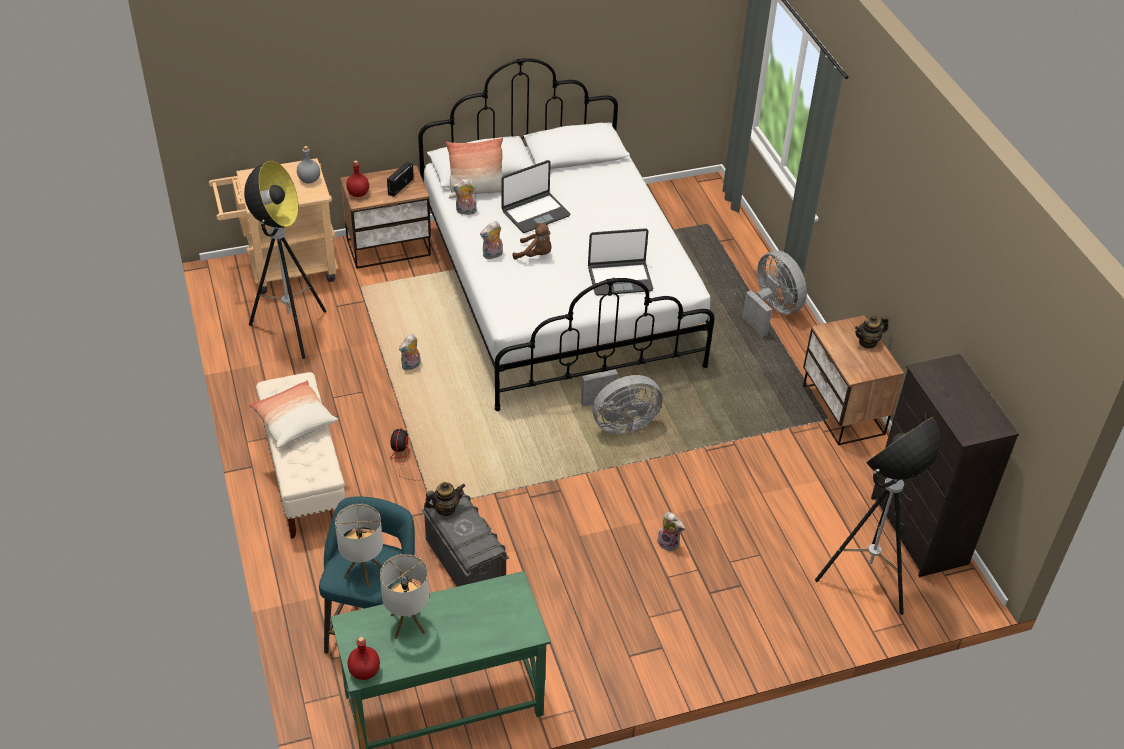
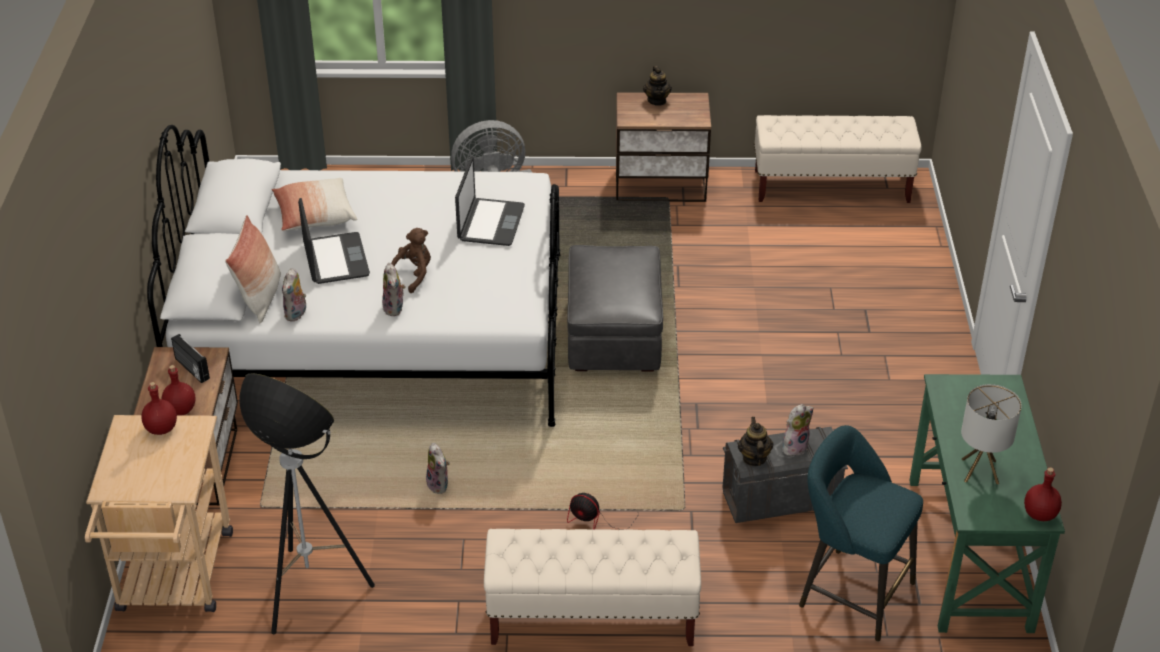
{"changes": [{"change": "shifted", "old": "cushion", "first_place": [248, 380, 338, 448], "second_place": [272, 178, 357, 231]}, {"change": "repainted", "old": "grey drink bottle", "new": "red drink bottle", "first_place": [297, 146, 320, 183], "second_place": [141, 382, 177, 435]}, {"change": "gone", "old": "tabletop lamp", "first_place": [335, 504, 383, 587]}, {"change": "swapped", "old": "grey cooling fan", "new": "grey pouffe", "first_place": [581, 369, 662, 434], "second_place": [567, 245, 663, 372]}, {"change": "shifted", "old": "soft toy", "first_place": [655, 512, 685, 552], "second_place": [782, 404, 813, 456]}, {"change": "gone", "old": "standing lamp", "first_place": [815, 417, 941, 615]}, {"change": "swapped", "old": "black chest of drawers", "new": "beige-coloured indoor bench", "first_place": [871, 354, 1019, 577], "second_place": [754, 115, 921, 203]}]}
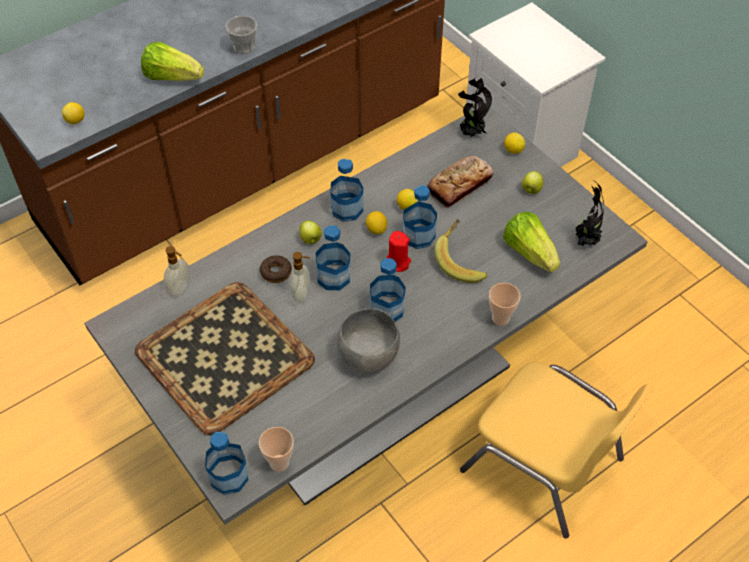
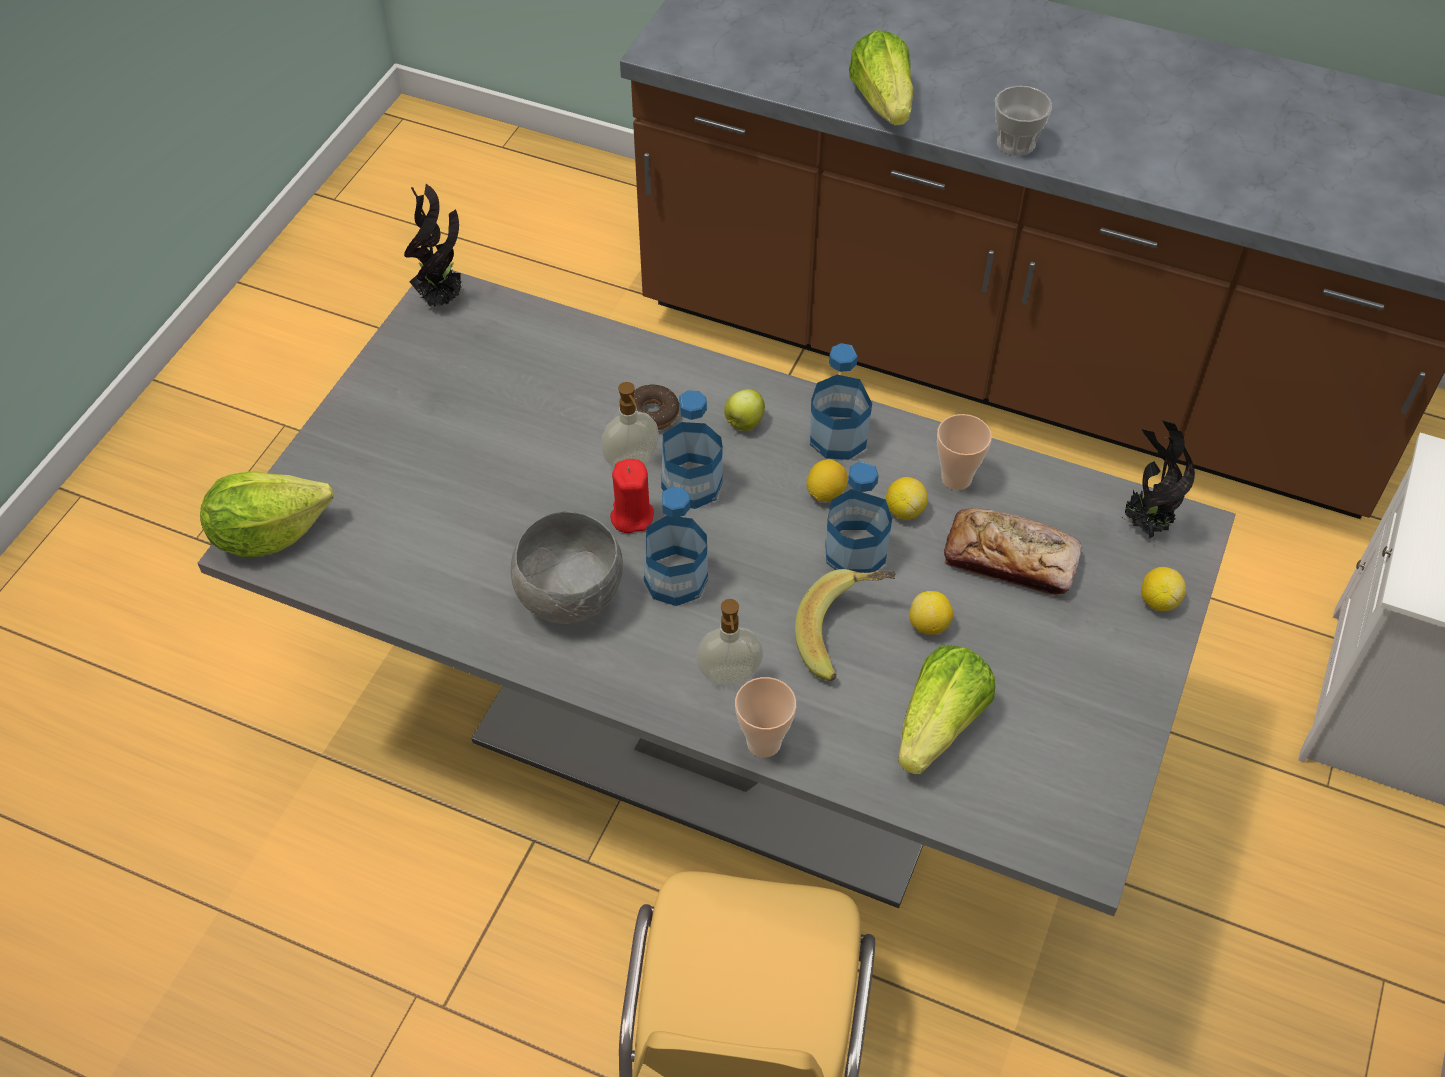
{"changes": [{"change": "shifted", "old": "whole lemon", "first_place": [62, 102, 85, 124], "second_place": [909, 591, 953, 635]}, {"change": "gone", "old": "carrying tray", "first_place": [135, 282, 315, 436]}, {"change": "shifted", "old": "soap dispenser", "first_place": [164, 246, 190, 297], "second_place": [696, 599, 763, 685]}, {"change": "swapped", "old": "drink bottle", "new": "lettuce head", "first_place": [205, 431, 248, 495], "second_place": [200, 471, 333, 557]}, {"change": "shifted", "old": "small cup", "first_place": [259, 427, 294, 472], "second_place": [937, 414, 992, 490]}, {"change": "shifted", "old": "red wax candle", "first_place": [387, 231, 411, 272], "second_place": [610, 459, 654, 533]}, {"change": "gone", "old": "apple fruit", "first_place": [522, 171, 543, 194]}, {"change": "shifted", "old": "plant in a pot", "first_place": [574, 180, 604, 246], "second_place": [404, 184, 464, 307]}]}
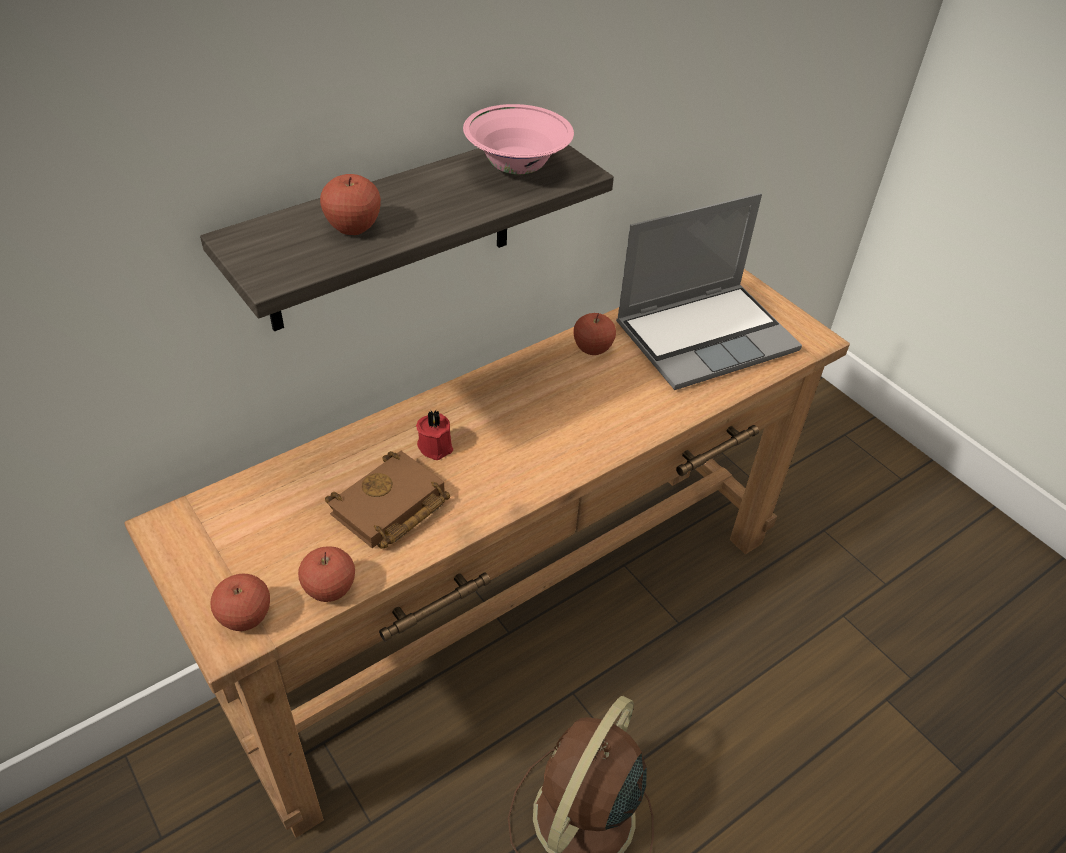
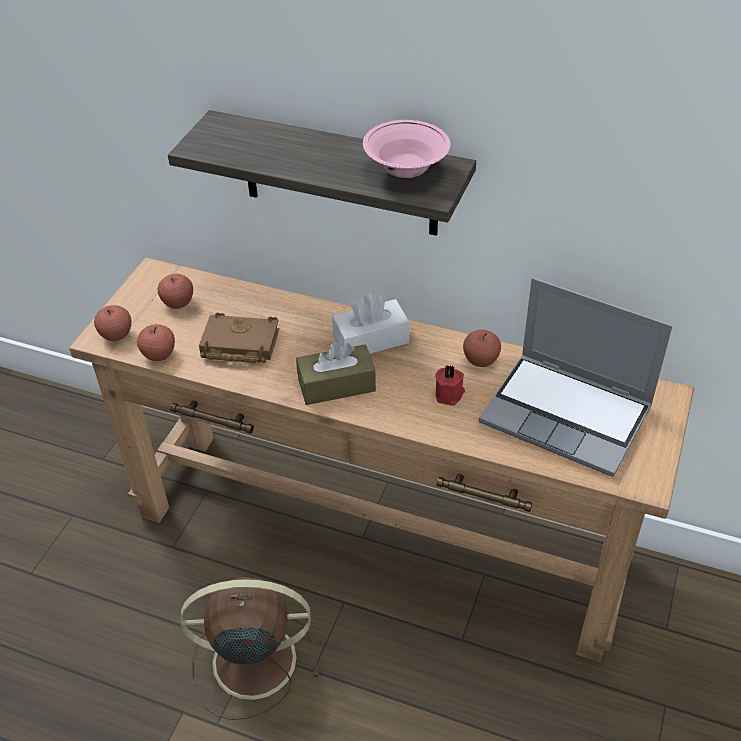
{"changes": [{"change": "shifted", "old": "apple fruit", "first_place": [320, 174, 381, 235], "second_place": [158, 274, 193, 309]}, {"change": "shifted", "old": "red wax candle", "first_place": [416, 410, 453, 460], "second_place": [435, 365, 465, 406]}, {"change": "new", "new": "brown-coloured box of tissues", "second_place": [296, 343, 376, 405]}, {"change": "new", "new": "white box of tissues", "second_place": [332, 293, 409, 354]}]}
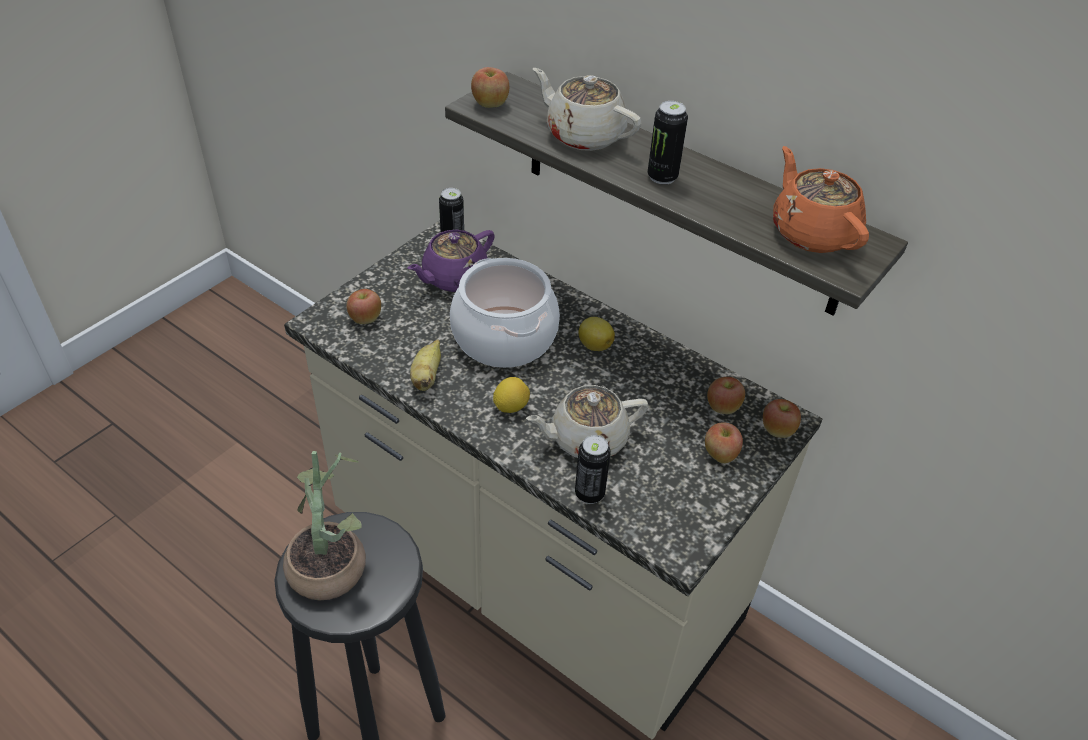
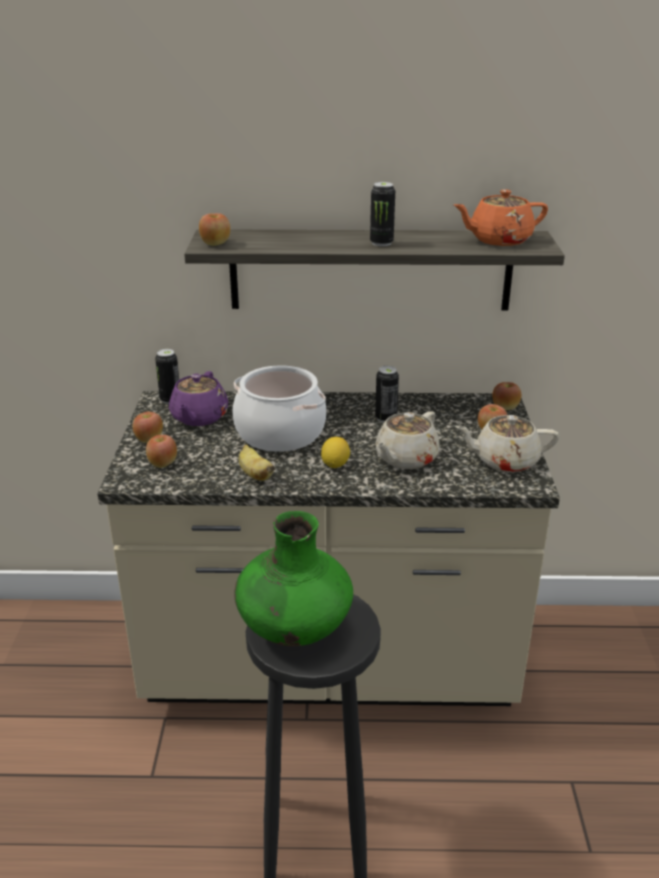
{"changes": [{"change": "swapped", "old": "plant in a pot", "new": "green decorative vase", "first_place": [283, 451, 366, 601], "second_place": [234, 511, 353, 646]}, {"change": "shifted", "old": "beige-coloured pot for tea", "first_place": [533, 68, 641, 151], "second_place": [455, 415, 559, 473]}, {"change": "shifted", "old": "can", "first_place": [575, 435, 611, 504], "second_place": [375, 366, 399, 423]}, {"change": "gone", "old": "whole lemon", "first_place": [579, 317, 615, 351]}, {"change": "shifted", "old": "apple fruit", "first_place": [707, 377, 745, 414], "second_place": [133, 412, 163, 443]}, {"change": "rotated", "old": "orange pot for tea", "first_place": [773, 146, 869, 253], "second_place": [454, 190, 548, 246], "degrees": -45}]}
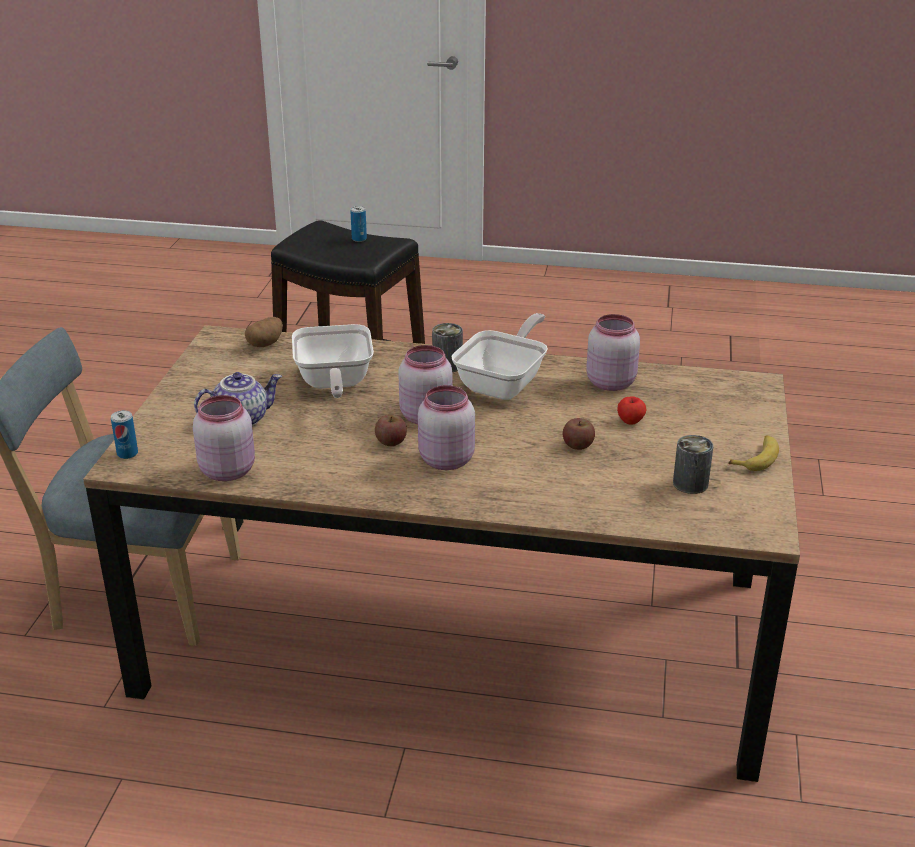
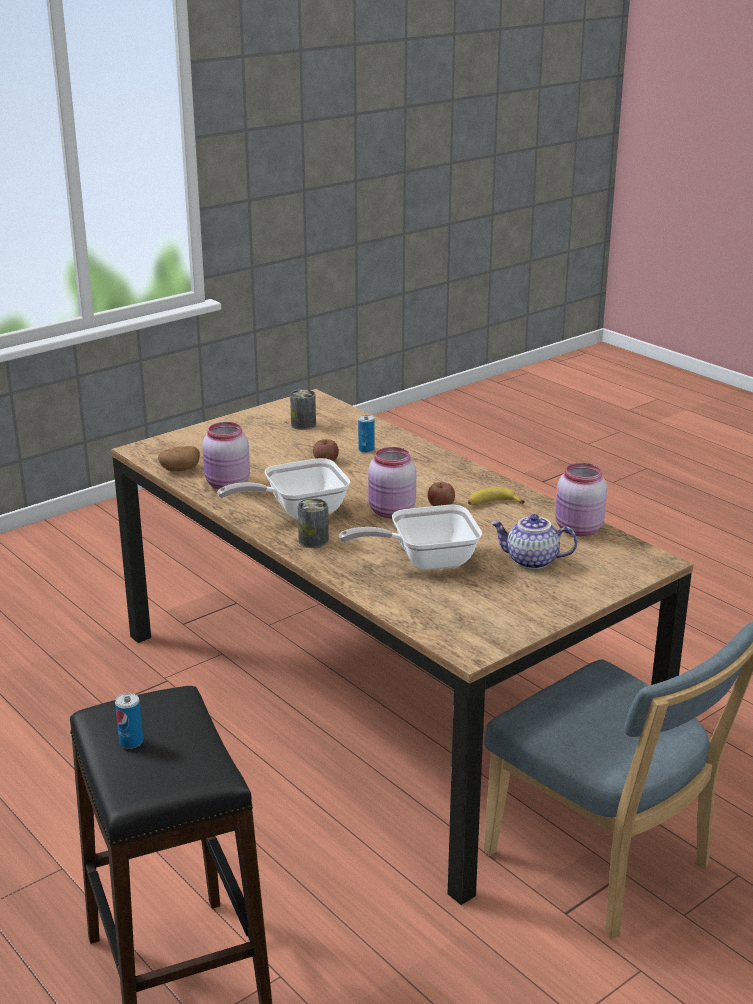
{"changes": [{"change": "shifted", "old": "can", "first_place": [111, 410, 138, 459], "second_place": [358, 415, 375, 453]}, {"change": "shifted", "old": "potato", "first_place": [245, 317, 283, 347], "second_place": [158, 446, 200, 471]}, {"change": "rotated", "old": "skillet", "first_place": [292, 324, 374, 398], "second_place": [339, 505, 482, 570], "degrees": -135}, {"change": "gone", "old": "pink-coloured storage jar", "first_place": [418, 385, 475, 470]}, {"change": "gone", "old": "apple fruit", "first_place": [617, 396, 646, 424]}, {"change": "shifted", "old": "banana fruit", "first_place": [728, 435, 779, 471], "second_place": [468, 487, 525, 505]}]}
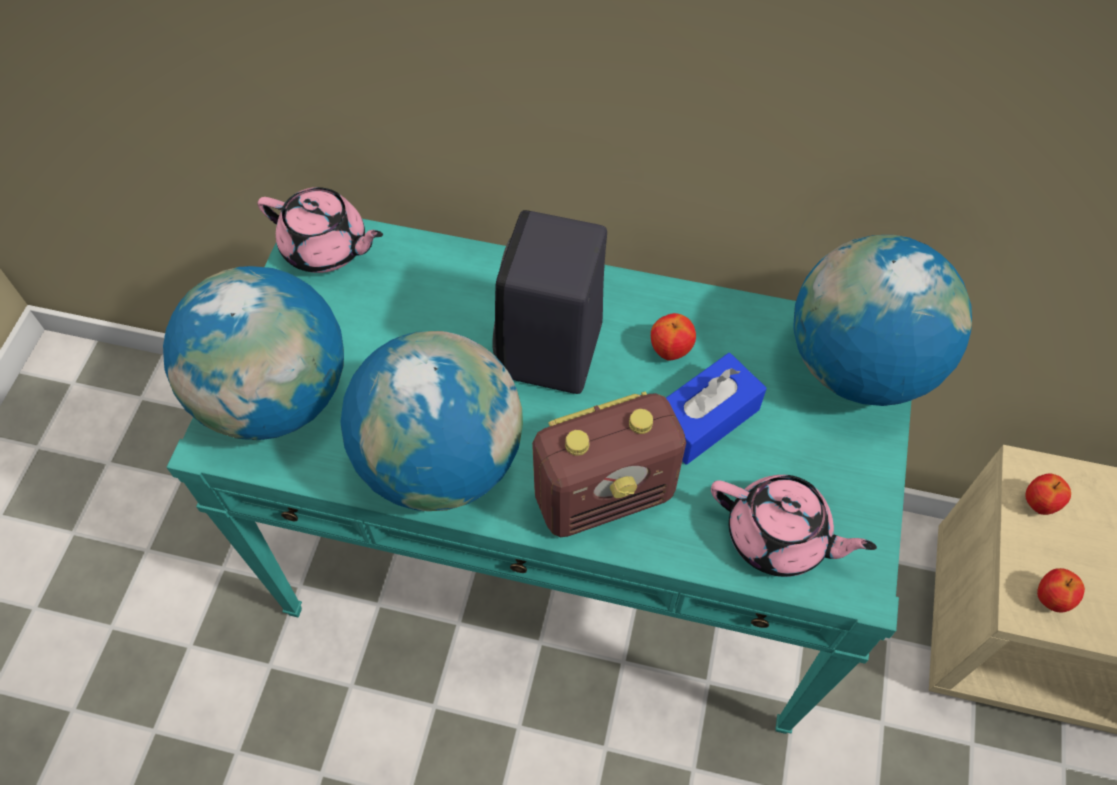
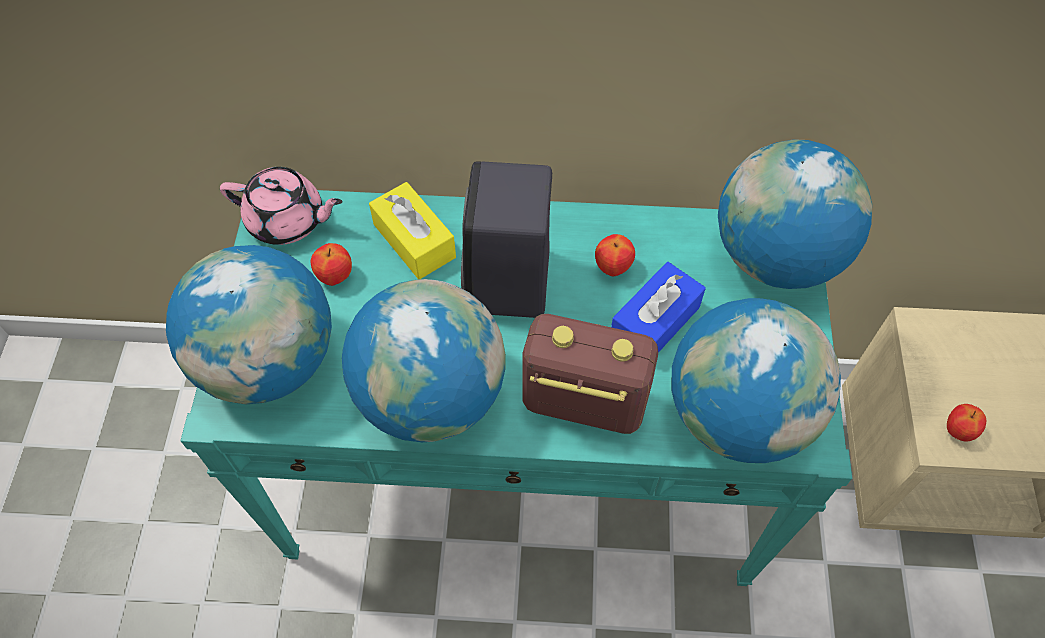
{"changes": [{"change": "rotated", "old": "radio receiver", "first_place": [532, 391, 686, 537], "second_place": [523, 314, 658, 434], "degrees": -135}, {"change": "swapped", "old": "pink-coloured pot for tea", "new": "desk globe", "first_place": [711, 475, 877, 577], "second_place": [671, 298, 841, 463]}, {"change": "shifted", "old": "apple fruit", "first_place": [1026, 473, 1071, 515], "second_place": [311, 243, 352, 286]}, {"change": "new", "new": "yellow box of tissues", "second_place": [369, 182, 456, 279]}]}
